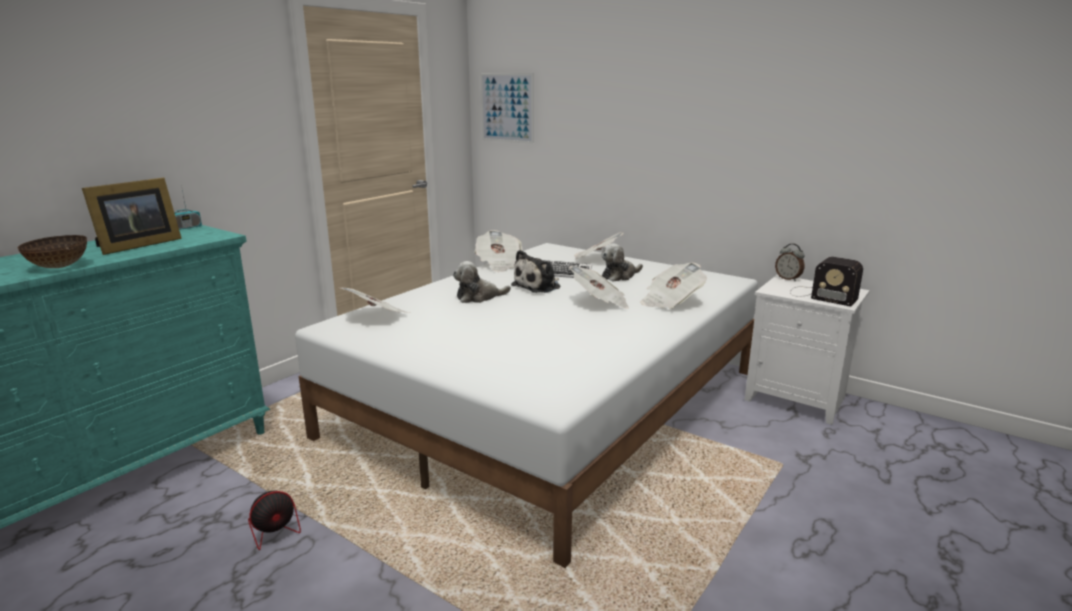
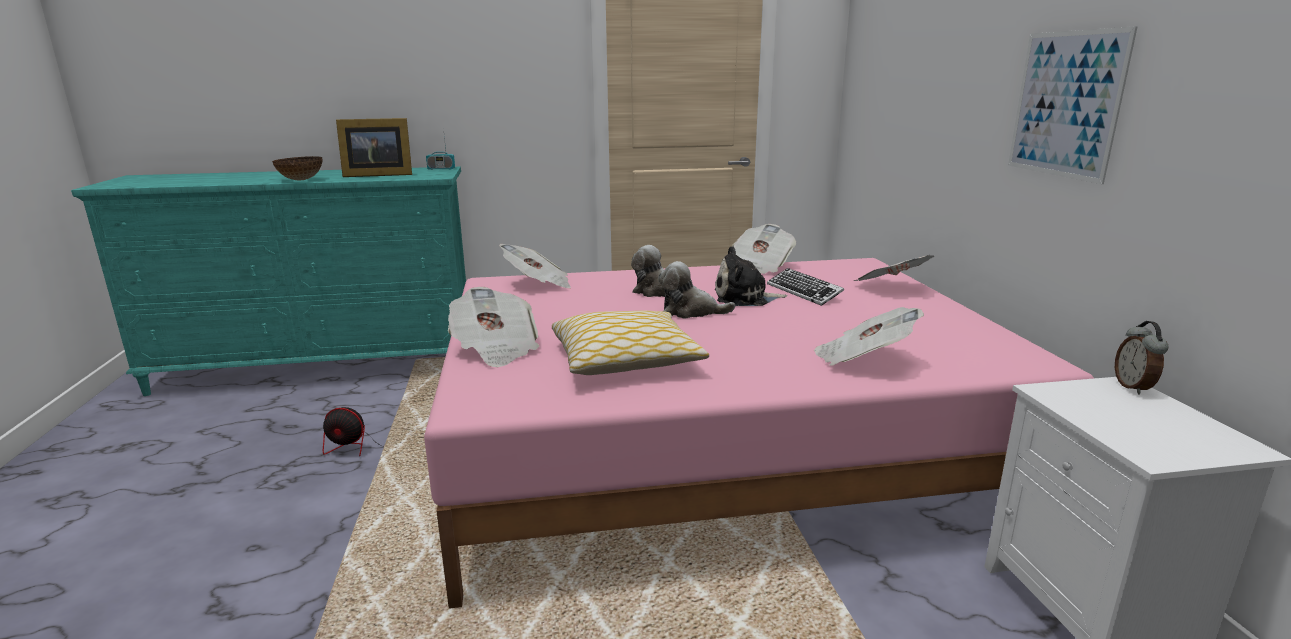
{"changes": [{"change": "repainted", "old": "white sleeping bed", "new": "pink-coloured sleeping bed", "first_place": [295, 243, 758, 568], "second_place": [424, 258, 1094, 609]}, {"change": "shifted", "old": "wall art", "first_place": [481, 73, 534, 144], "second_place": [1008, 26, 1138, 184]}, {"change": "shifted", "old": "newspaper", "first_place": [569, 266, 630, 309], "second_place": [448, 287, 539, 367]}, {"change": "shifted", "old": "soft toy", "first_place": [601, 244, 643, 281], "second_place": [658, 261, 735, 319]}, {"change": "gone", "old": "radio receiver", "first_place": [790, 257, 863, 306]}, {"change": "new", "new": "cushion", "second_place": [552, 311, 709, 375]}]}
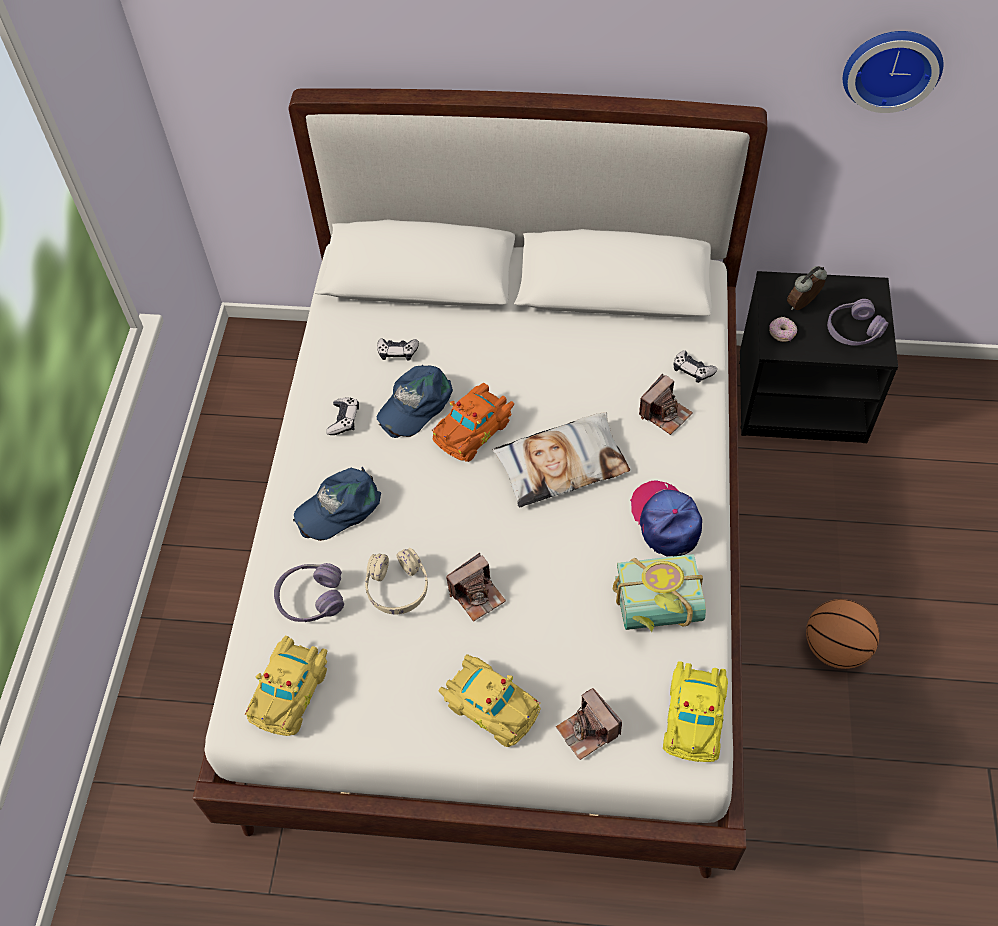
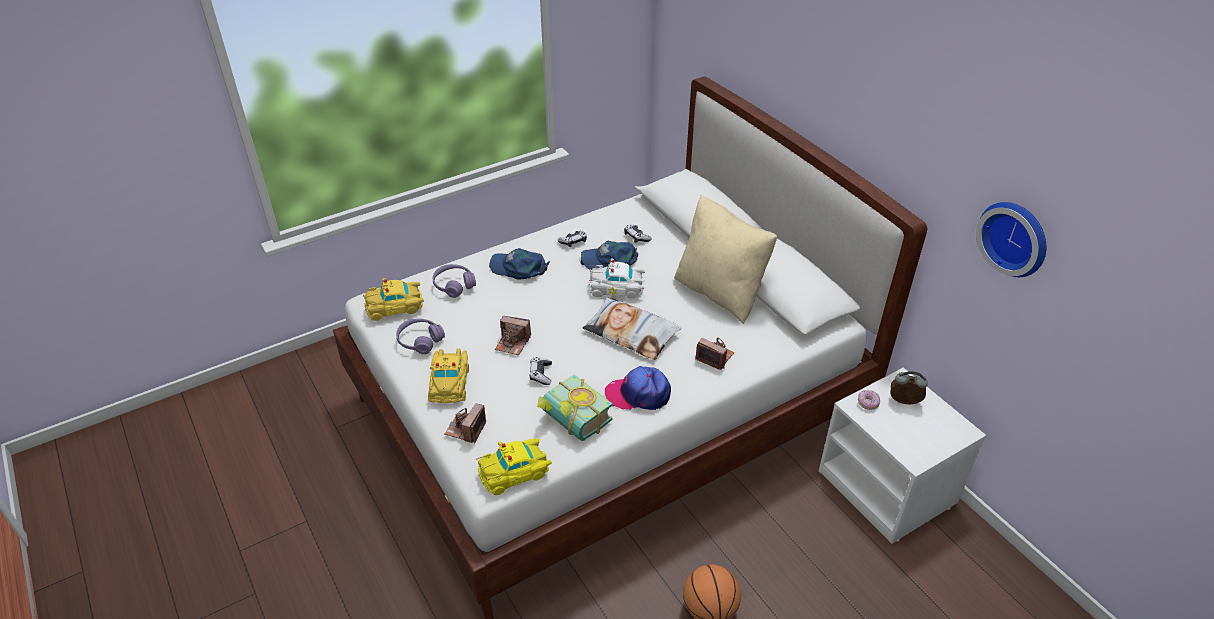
{"changes": [{"change": "gone", "old": "beige-coloured headset", "first_place": [365, 548, 428, 615]}, {"change": "repainted", "old": "orange model car", "new": "white model car", "first_place": [432, 383, 514, 462], "second_place": [588, 258, 645, 298]}, {"change": "rotated", "old": "cap", "first_place": [630, 480, 702, 556], "second_place": [605, 366, 671, 410], "degrees": -120}, {"change": "rotated", "old": "still camera", "first_place": [639, 374, 693, 435], "second_place": [695, 337, 734, 370], "degrees": -150}, {"change": "shifted", "old": "gamepad", "first_place": [673, 350, 717, 383], "second_place": [530, 357, 552, 385]}, {"change": "repainted", "old": "black nightstand", "new": "white nightstand", "first_place": [739, 271, 898, 443], "second_place": [819, 367, 986, 544]}, {"change": "shifted", "old": "purple-coloured headset", "first_place": [827, 299, 888, 346], "second_place": [396, 319, 445, 354]}, {"change": "new", "new": "beige-coloured cushion", "second_place": [674, 194, 777, 324]}]}
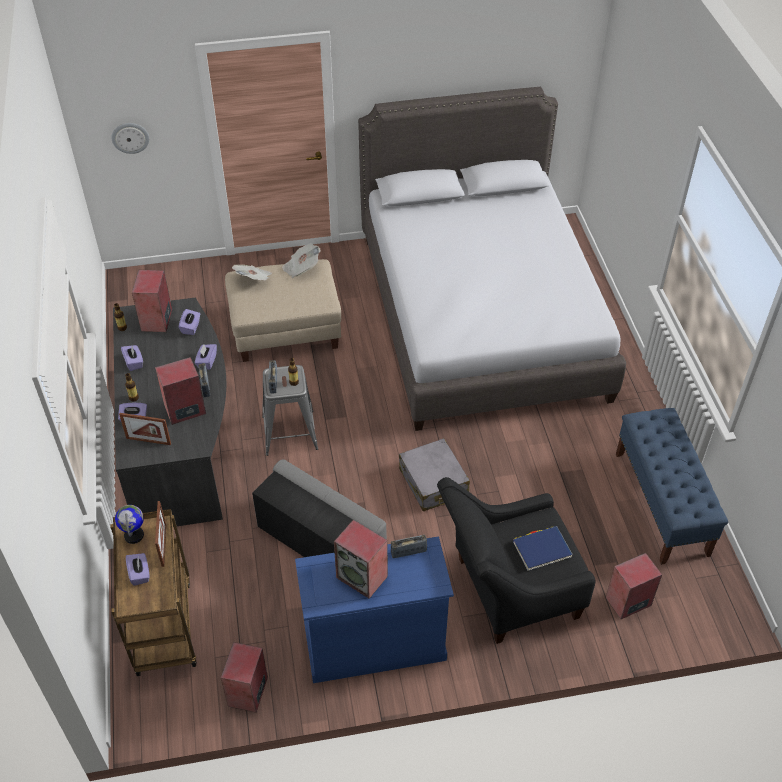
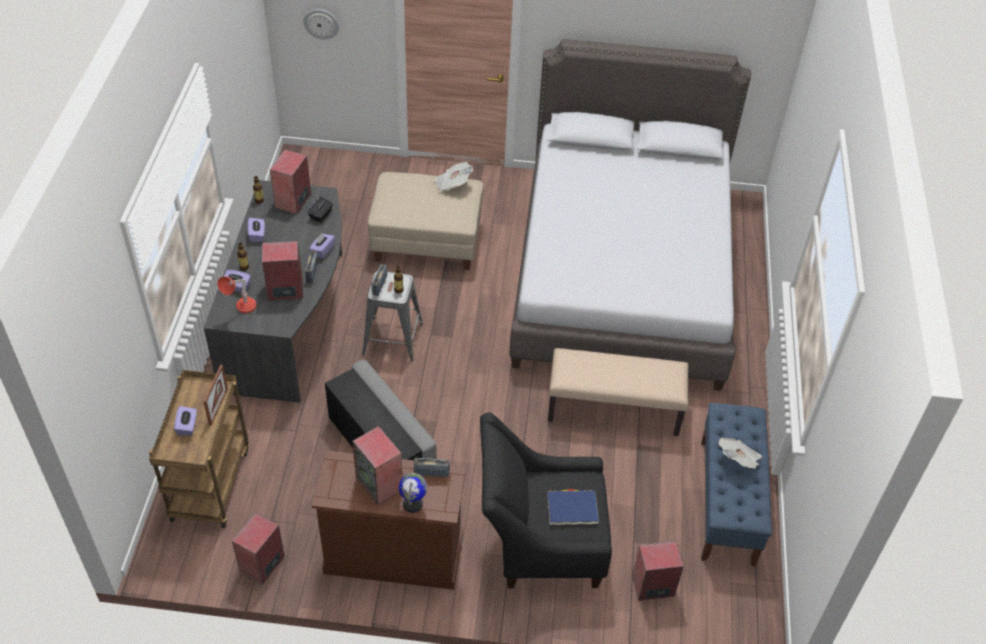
{"changes": [{"change": "shifted", "old": "desk globe", "first_place": [115, 505, 144, 544], "second_place": [399, 473, 427, 513]}, {"change": "swapped", "old": "picture frame", "new": "red tabletop lamp", "first_place": [119, 413, 171, 445], "second_place": [217, 276, 257, 313]}, {"change": "repainted", "old": "purple-coloured box of tissues", "new": "black box of tissues", "first_place": [179, 309, 200, 335], "second_place": [308, 197, 333, 223]}, {"change": "shifted", "old": "newspaper", "first_place": [232, 265, 272, 281], "second_place": [719, 438, 762, 469]}, {"change": "repainted", "old": "bluish chest of drawers", "new": "brown-coloured chest of drawers", "first_place": [295, 536, 454, 683], "second_place": [312, 450, 466, 590]}, {"change": "gone", "old": "grey piece of luggage", "first_place": [399, 438, 470, 511]}, {"change": "new", "new": "beige-coloured indoor bench", "second_place": [548, 348, 689, 436]}]}
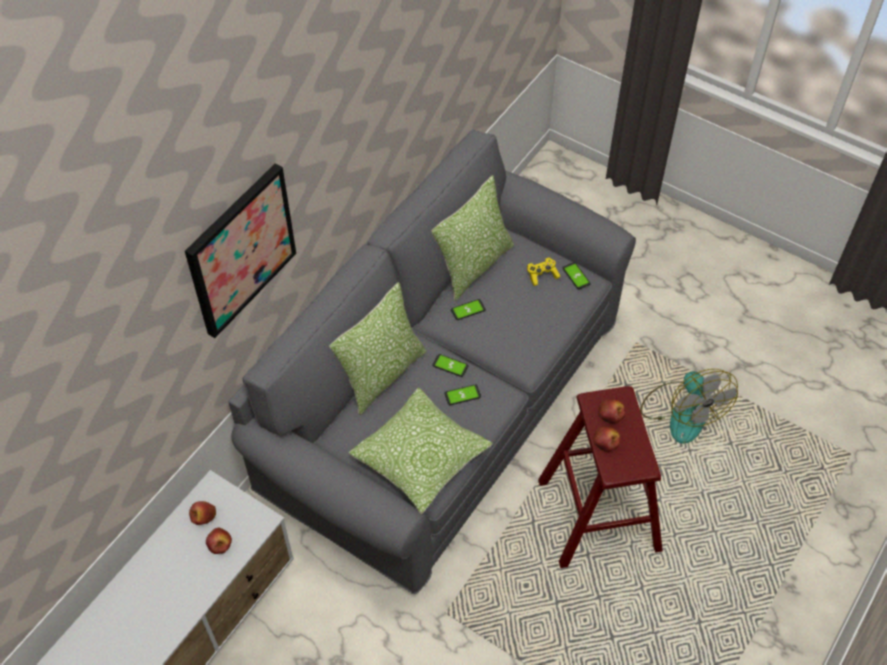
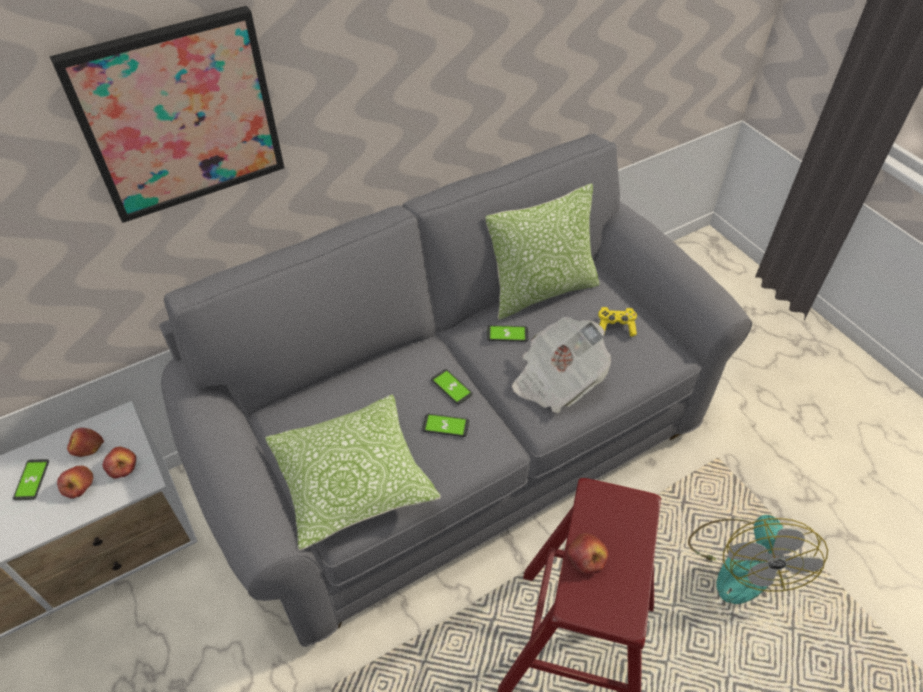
{"changes": [{"change": "gone", "old": "cushion", "first_place": [329, 283, 426, 415]}, {"change": "shifted", "old": "handset", "first_place": [562, 262, 591, 289], "second_place": [13, 459, 49, 500]}, {"change": "shifted", "old": "apple fruit", "first_place": [598, 399, 625, 424], "second_place": [103, 447, 136, 479]}, {"change": "new", "new": "newspaper", "second_place": [512, 317, 611, 413]}]}
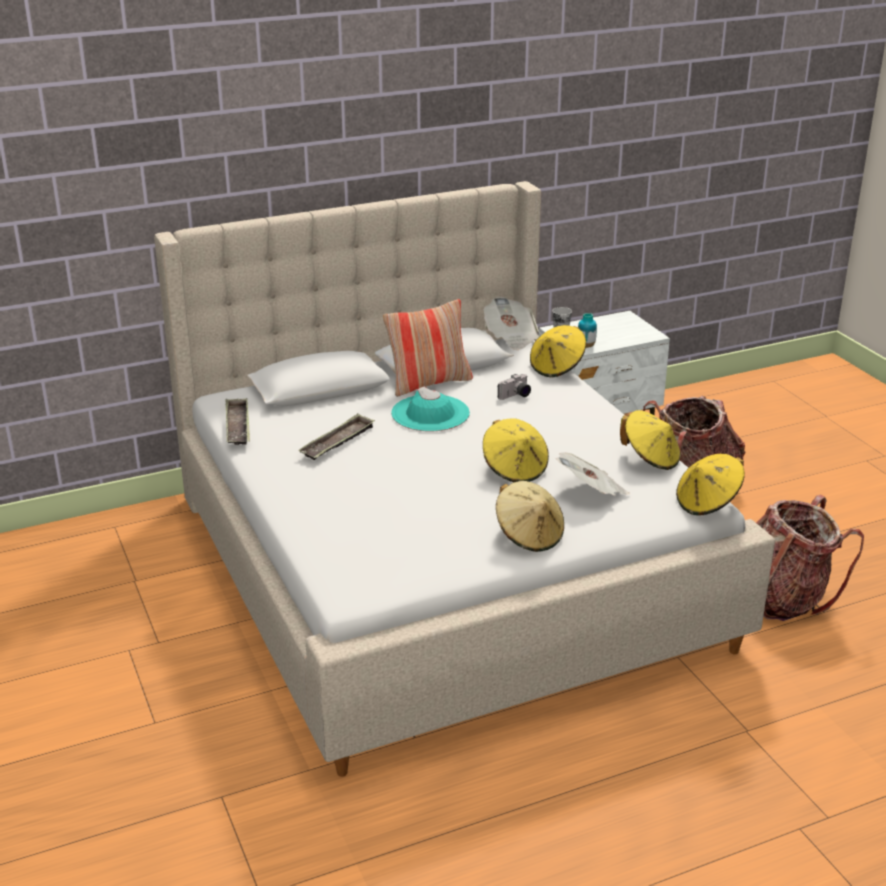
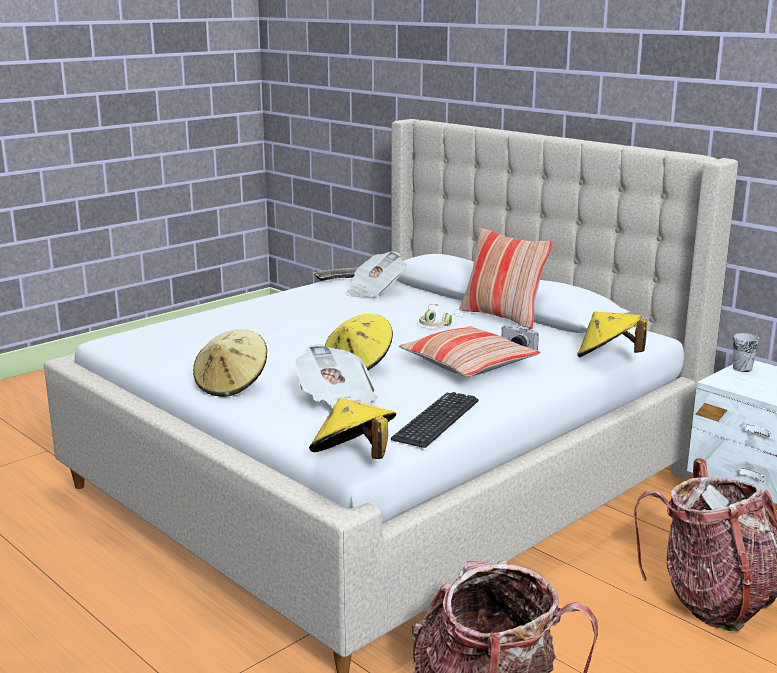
{"changes": [{"change": "gone", "old": "carrying tray", "first_place": [298, 413, 375, 460]}, {"change": "swapped", "old": "blue-green hat", "new": "beige-coloured headset", "first_place": [391, 387, 470, 432], "second_place": [419, 304, 464, 327]}, {"change": "shifted", "old": "newspaper", "first_place": [483, 297, 540, 350], "second_place": [345, 251, 407, 297]}, {"change": "gone", "old": "decorative vase", "first_place": [578, 313, 597, 348]}, {"change": "swapped", "old": "yellow hat", "new": "PC keyboard", "first_place": [620, 410, 681, 470], "second_place": [391, 392, 479, 448]}, {"change": "new", "new": "cushion", "second_place": [399, 326, 540, 377]}]}
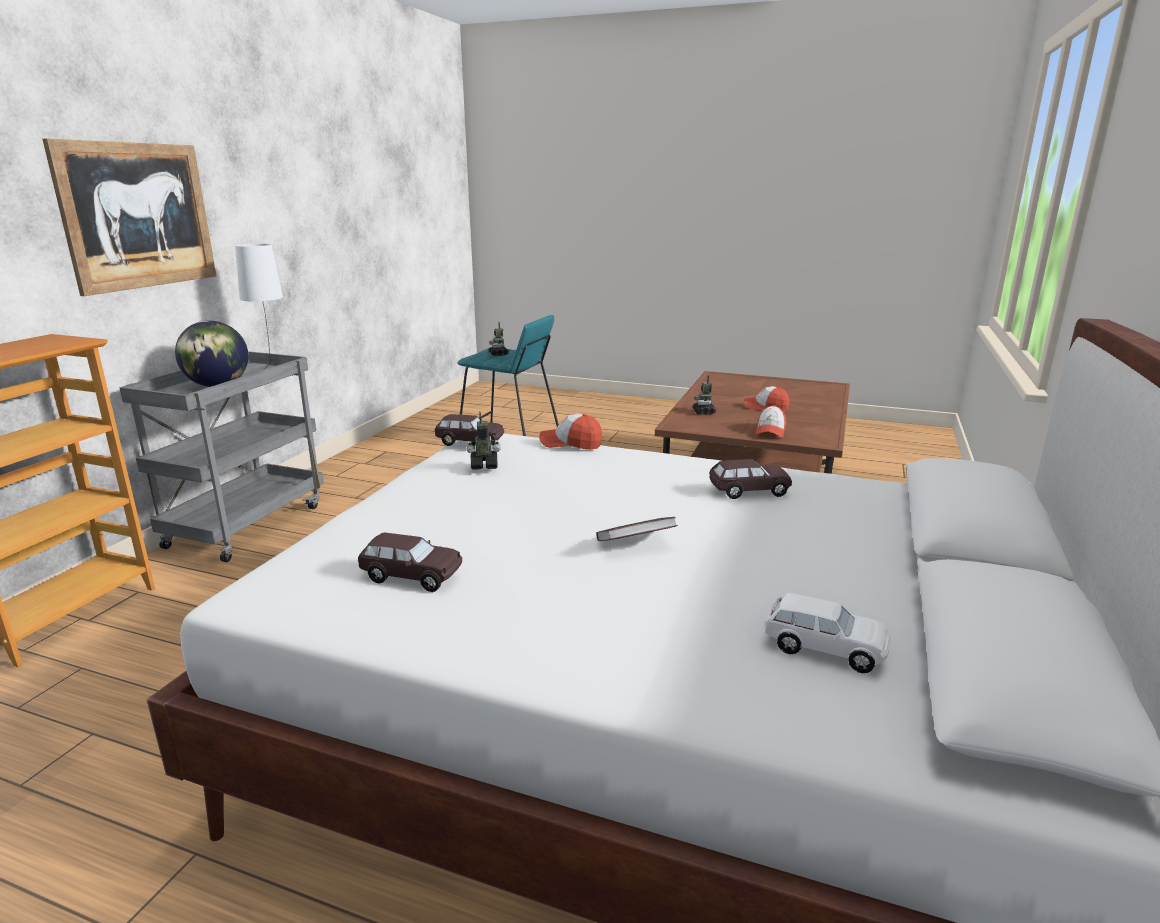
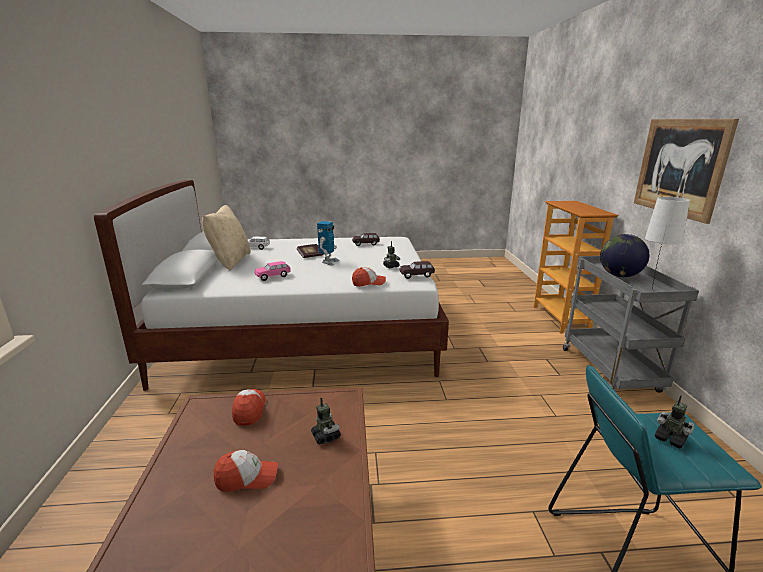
{"changes": [{"change": "repainted", "old": "brown-coloured model car", "new": "pink-coloured model car", "first_place": [709, 459, 792, 499], "second_place": [254, 261, 291, 281]}, {"change": "new", "new": "beige-coloured cushion", "second_place": [202, 205, 251, 271]}, {"change": "new", "new": "robot figure", "second_place": [317, 221, 339, 265]}]}
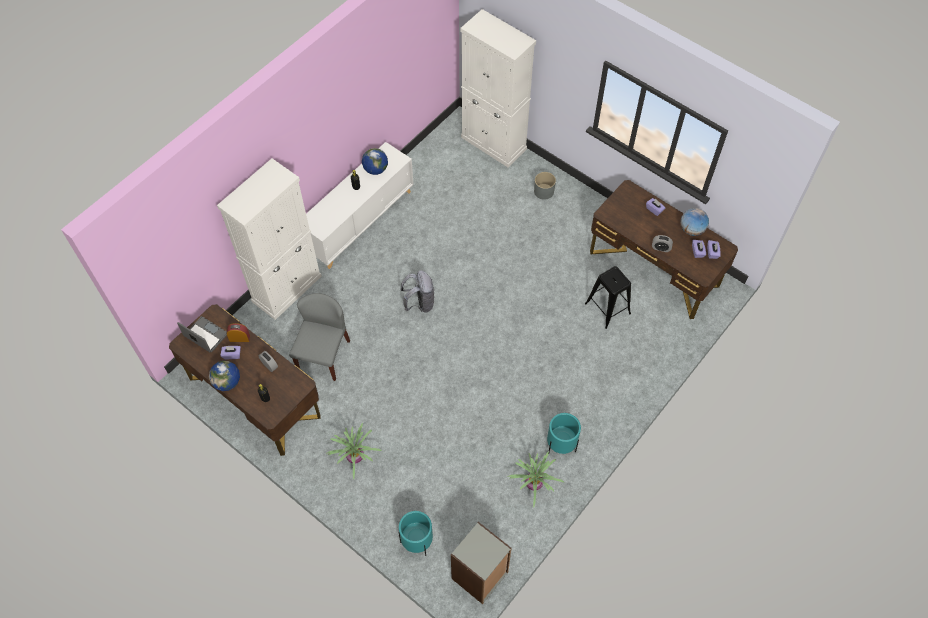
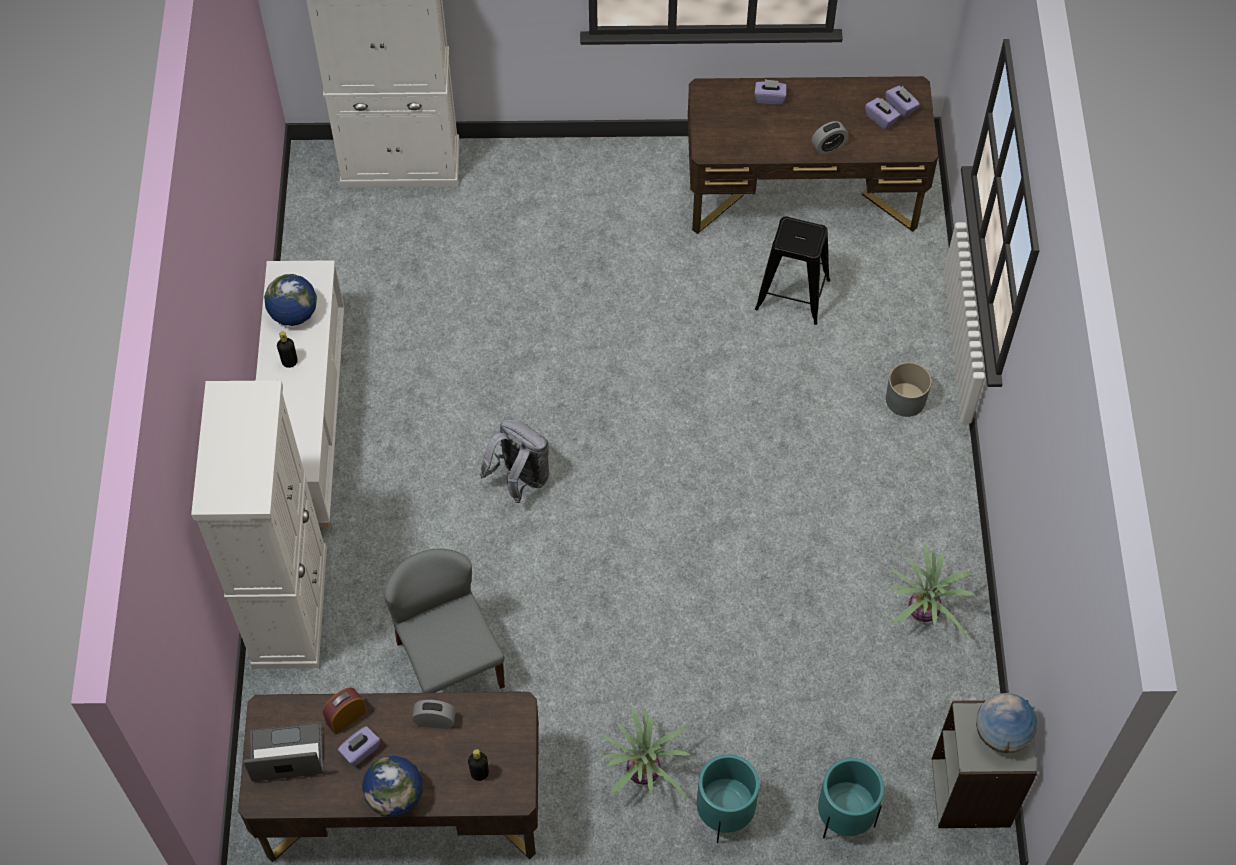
{"changes": [{"change": "shifted", "old": "grey planter", "first_place": [534, 172, 556, 200], "second_place": [886, 362, 932, 417]}, {"change": "shifted", "old": "blue-green planter", "first_place": [547, 413, 581, 454], "second_place": [697, 754, 760, 843]}, {"change": "shifted", "old": "desk globe", "first_place": [681, 208, 709, 236], "second_place": [976, 693, 1037, 753]}]}
